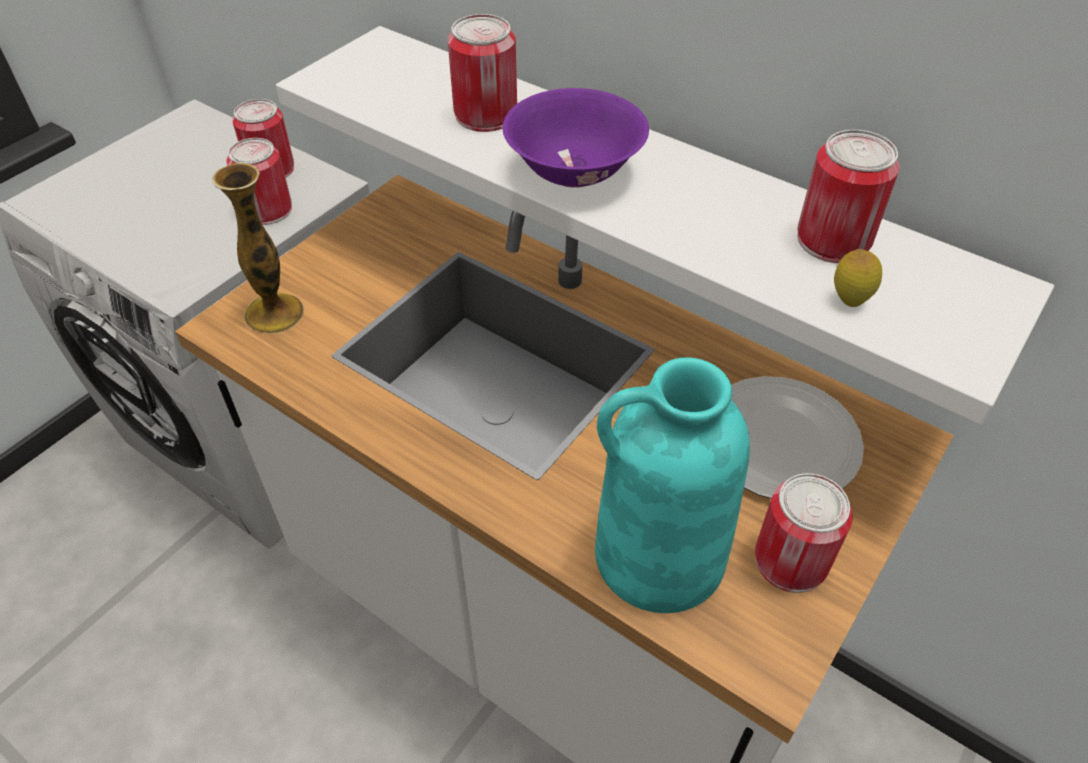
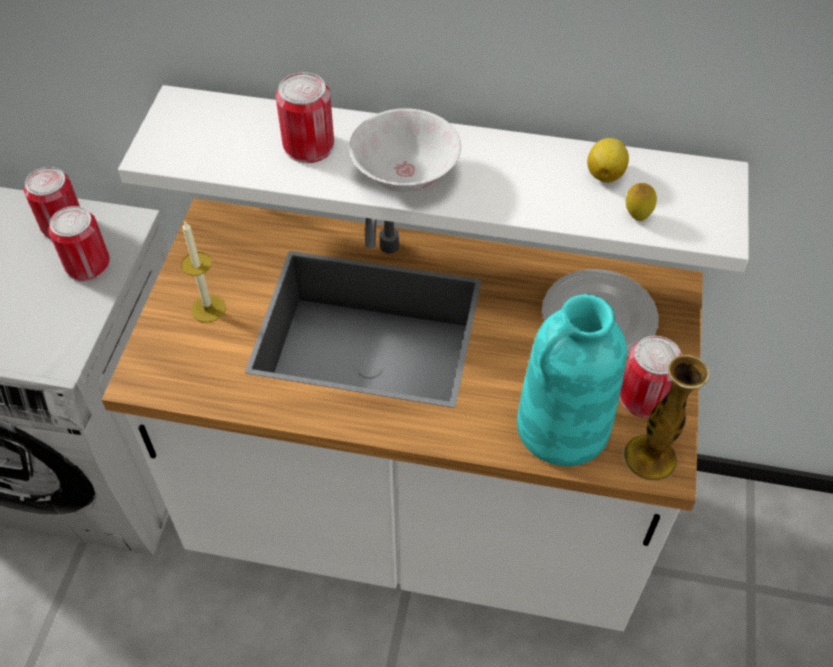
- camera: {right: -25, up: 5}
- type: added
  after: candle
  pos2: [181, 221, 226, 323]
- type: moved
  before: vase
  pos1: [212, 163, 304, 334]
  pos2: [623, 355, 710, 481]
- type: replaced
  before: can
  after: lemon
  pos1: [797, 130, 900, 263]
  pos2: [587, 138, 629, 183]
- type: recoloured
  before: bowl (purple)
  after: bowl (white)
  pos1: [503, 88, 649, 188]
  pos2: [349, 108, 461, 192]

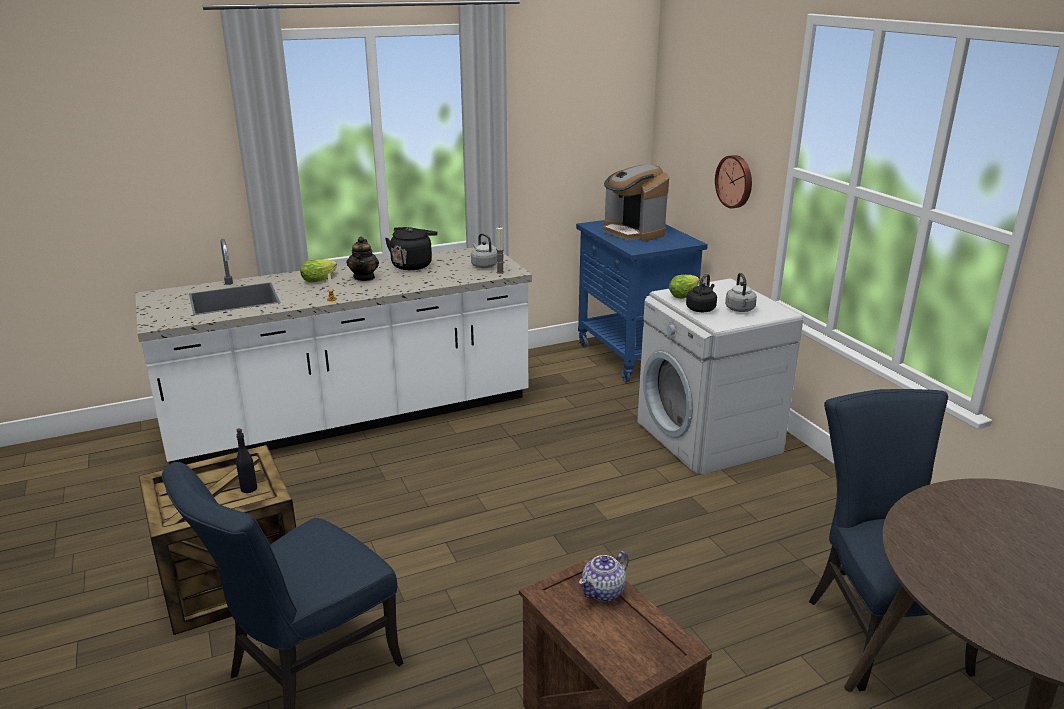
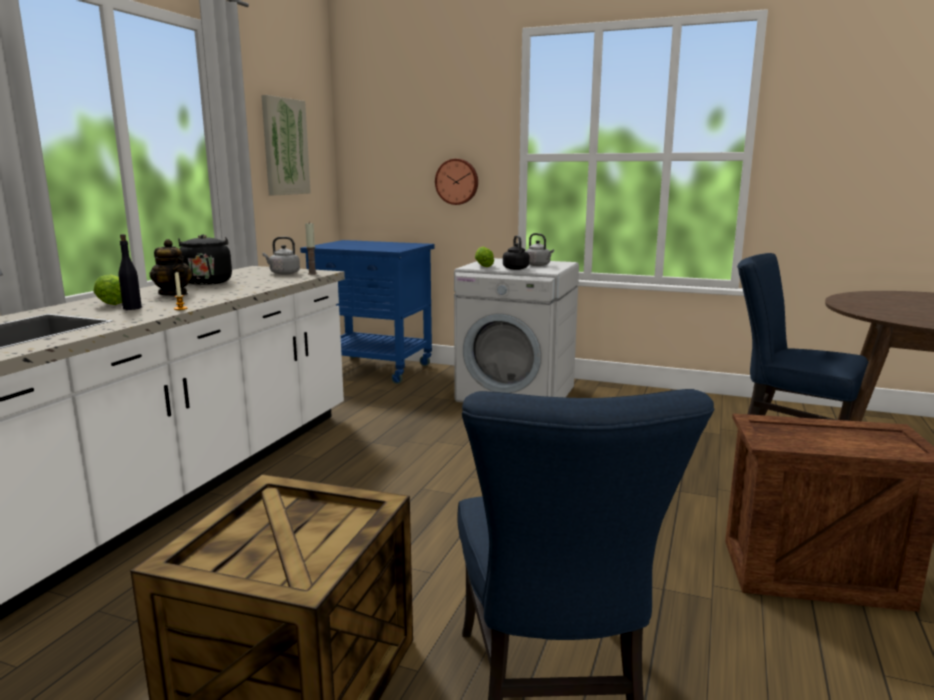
- camera: {right: -45, up: -10}
- type: removed
  before: teapot
  pos1: [579, 551, 629, 602]
- type: removed
  before: coffee machine
  pos1: [603, 164, 669, 242]
- type: added
  after: picture
  pos2: [261, 95, 311, 195]
- type: moved
  before: bottle (black)
  pos1: [236, 428, 257, 493]
  pos2: [119, 234, 142, 310]

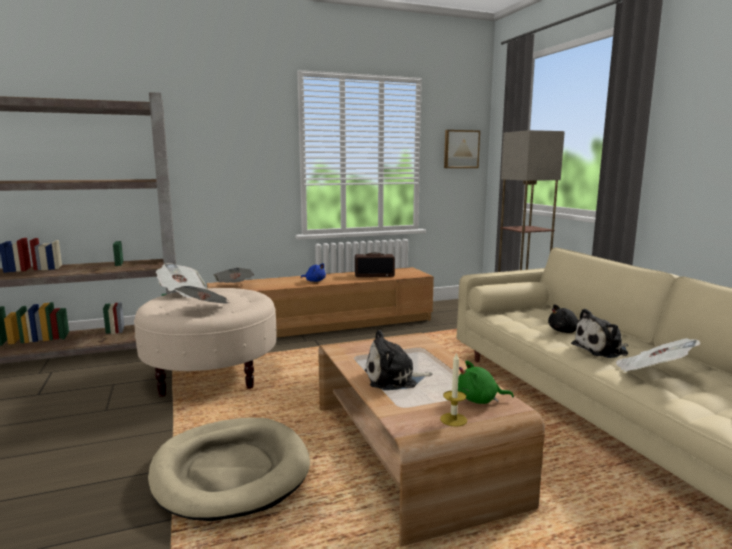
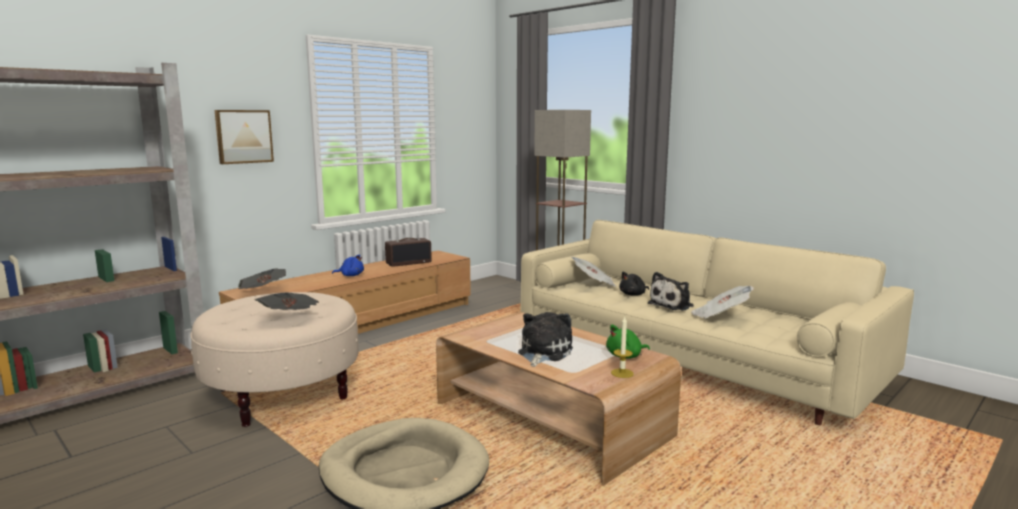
- camera: {right: -25, up: 0}
- type: moved
  before: newspaper
  pos1: [156, 263, 207, 298]
  pos2: [571, 257, 616, 287]
- type: moved
  before: picture
  pos1: [444, 130, 480, 168]
  pos2: [215, 110, 274, 164]
- type: turned
  before: plush toy
  pos1: [365, 330, 432, 390]
  pos2: [518, 312, 573, 367]
  turn: 150

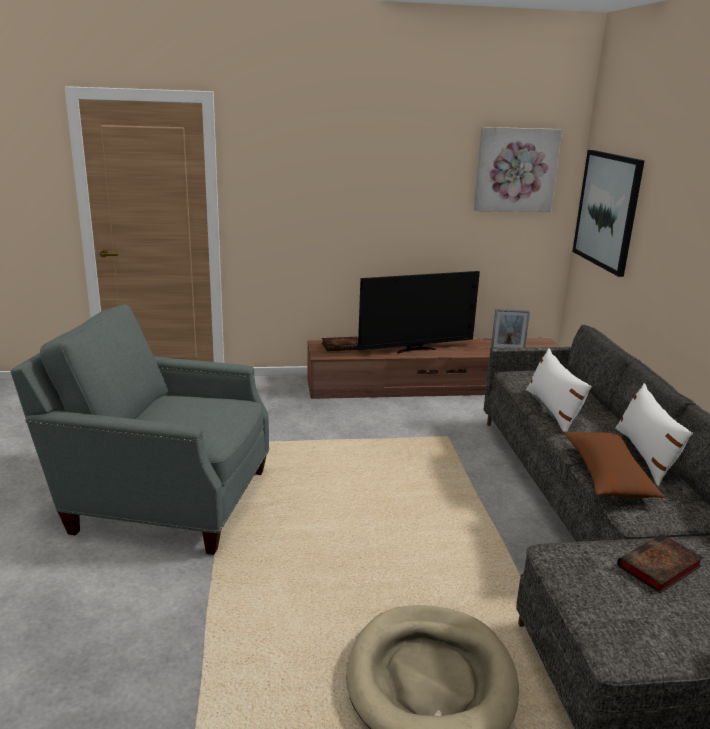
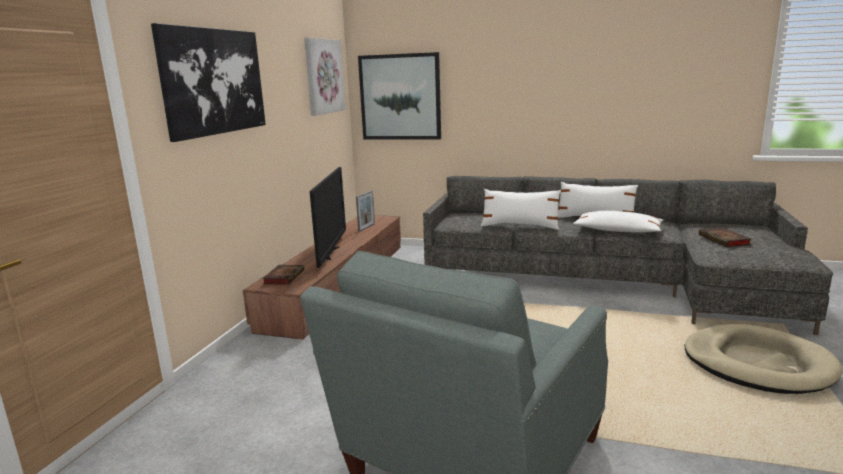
- camera: {right: -65, up: -5}
- type: added
  after: picture
  pos2: [151, 23, 266, 142]
- type: recoloured
  before: pillow (brown)
  after: pillow (white)
  pos1: [563, 431, 665, 498]
  pos2: [573, 211, 663, 233]

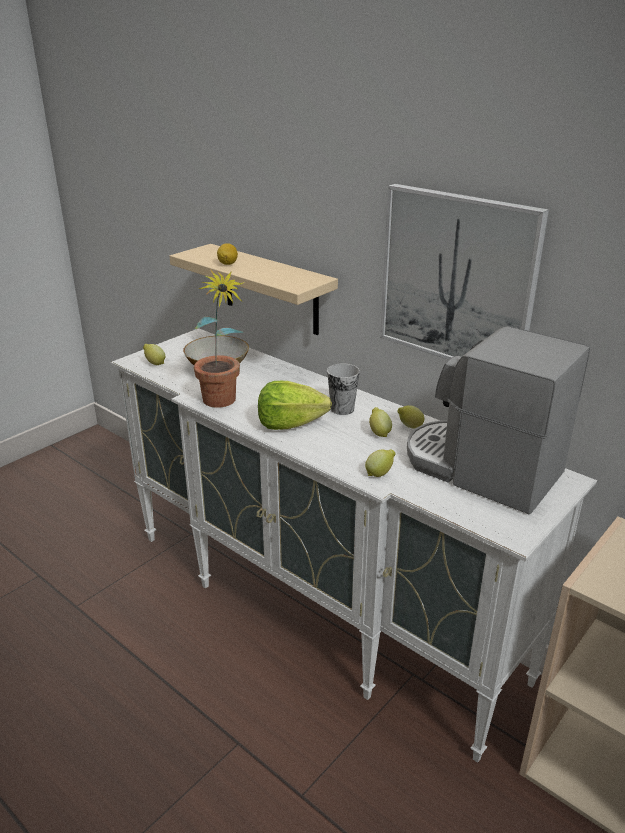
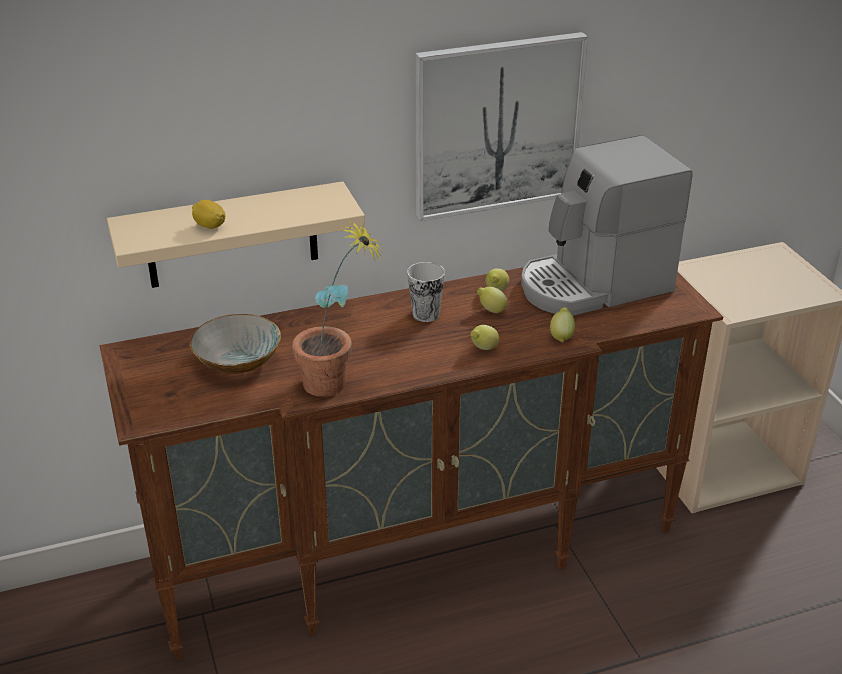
- camera: {right: -60, up: 5}
- type: removed
  before: lettuce
  pos1: [258, 381, 332, 430]
- type: moved
  before: lemon
  pos1: [143, 344, 165, 365]
  pos2: [471, 325, 499, 350]
- type: recoloured
  before: cabinet (white)
  after: cabinet (brown)
  pos1: [111, 328, 597, 763]
  pos2: [99, 267, 723, 660]

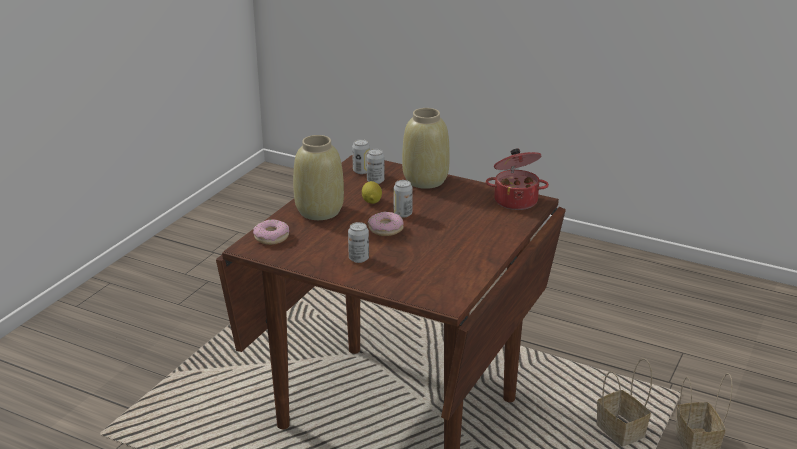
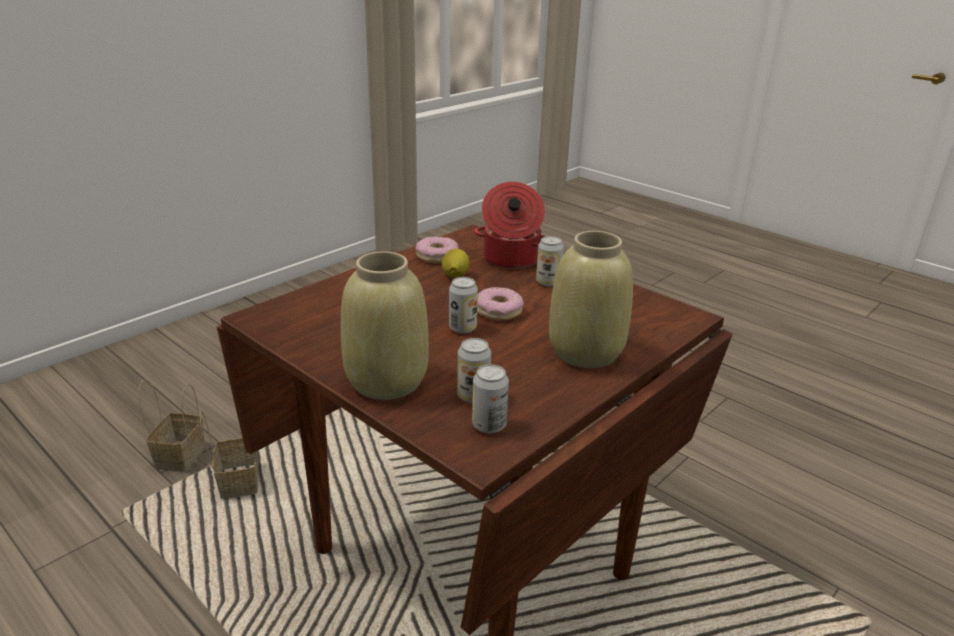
- camera: {right: -165, up: 0}
- type: moved
  before: donut
  pos1: [253, 219, 289, 245]
  pos2: [416, 236, 459, 263]
- type: moved
  before: lemon
  pos1: [362, 181, 382, 204]
  pos2: [442, 249, 469, 278]
- type: moved
  before: cooking pot
  pos1: [486, 149, 549, 210]
  pos2: [474, 182, 546, 269]

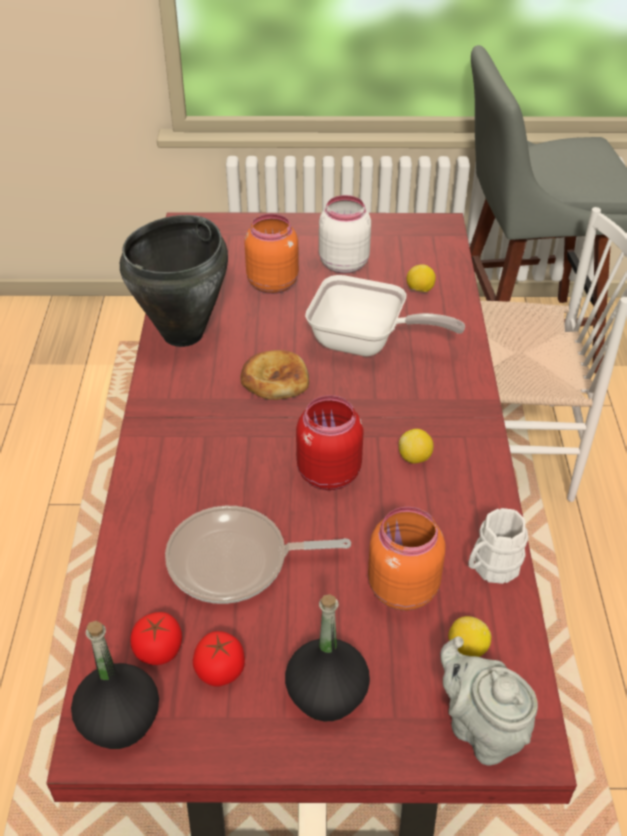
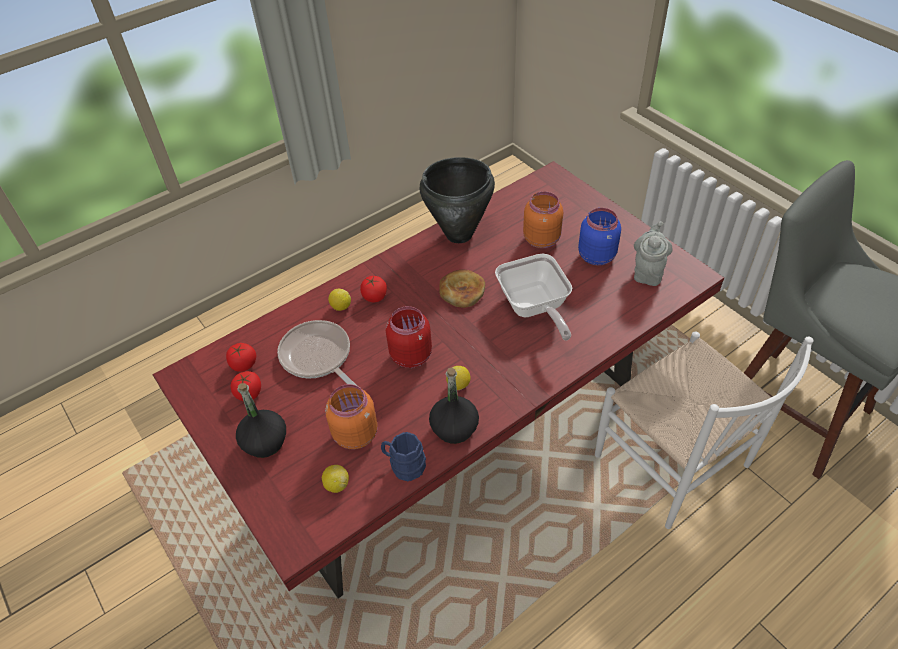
- camera: {right: 55, up: 5}
- type: added
  after: tomato
  pos2: [360, 276, 387, 303]
- type: moved
  before: bottle (black)
  pos1: [71, 621, 159, 749]
  pos2: [429, 367, 479, 444]
- type: moved
  before: lemon
  pos1: [407, 264, 436, 292]
  pos2: [328, 289, 351, 311]
- type: moved
  before: teapot (grey)
  pos1: [440, 636, 538, 765]
  pos2: [634, 221, 673, 286]
- type: recoloured
  before: jar (white)
  after: jar (blue)
  pos1: [319, 195, 371, 274]
  pos2: [578, 208, 621, 266]
- type: recoloured
  before: mug (white)
  after: mug (blue)
  pos1: [468, 508, 528, 584]
  pos2: [381, 432, 426, 481]

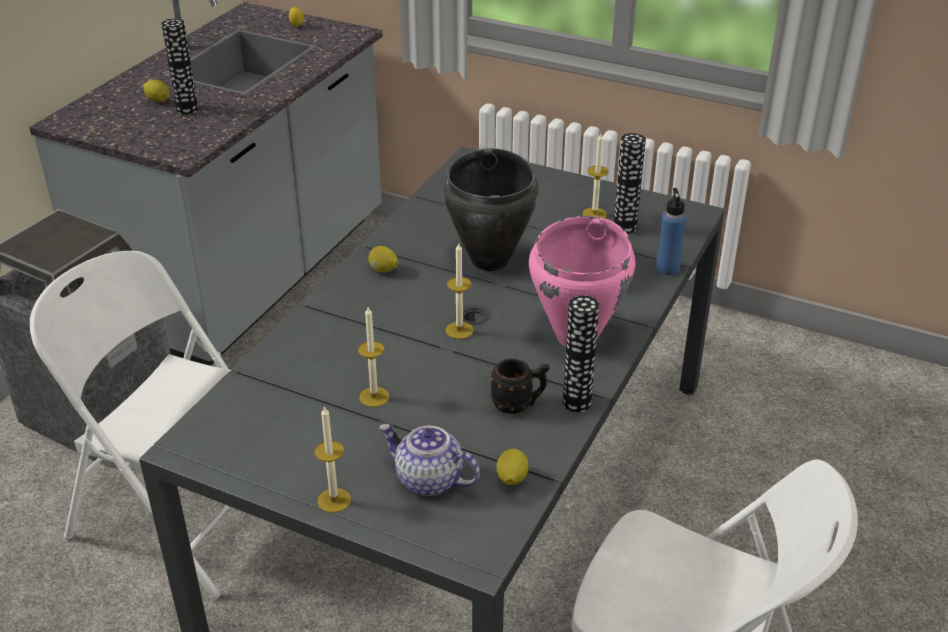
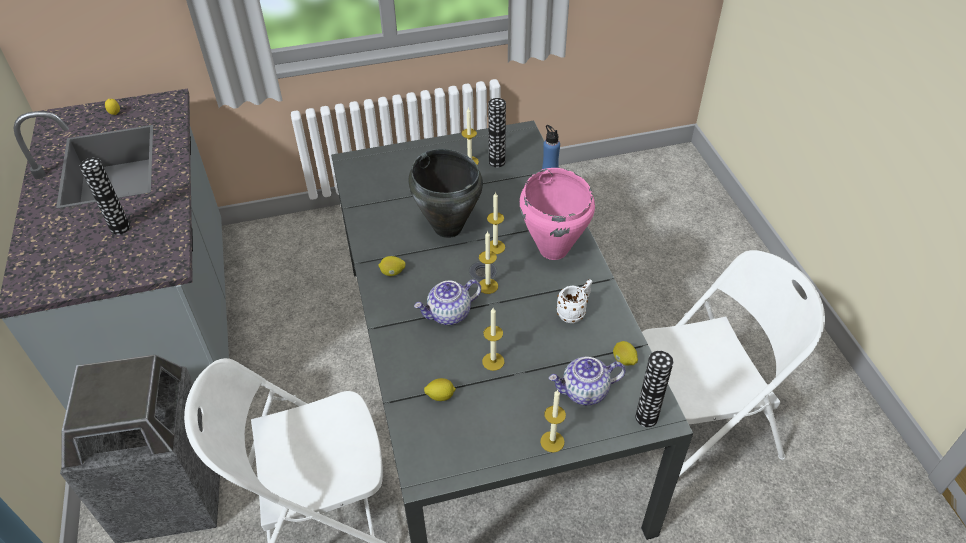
- camera: {right: -40, up: 10}
- type: added
  after: teapot
  pos2: [414, 279, 481, 325]
- type: added
  after: candle
  pos2: [487, 192, 505, 254]
- type: moved
  before: lemon
  pos1: [143, 80, 169, 102]
  pos2: [424, 378, 456, 401]
- type: moved
  before: vase
  pos1: [563, 295, 599, 412]
  pos2: [635, 351, 673, 427]
- type: recoloured
  before: mug (black)
  after: mug (white)
  pos1: [491, 359, 549, 414]
  pos2: [557, 279, 592, 323]

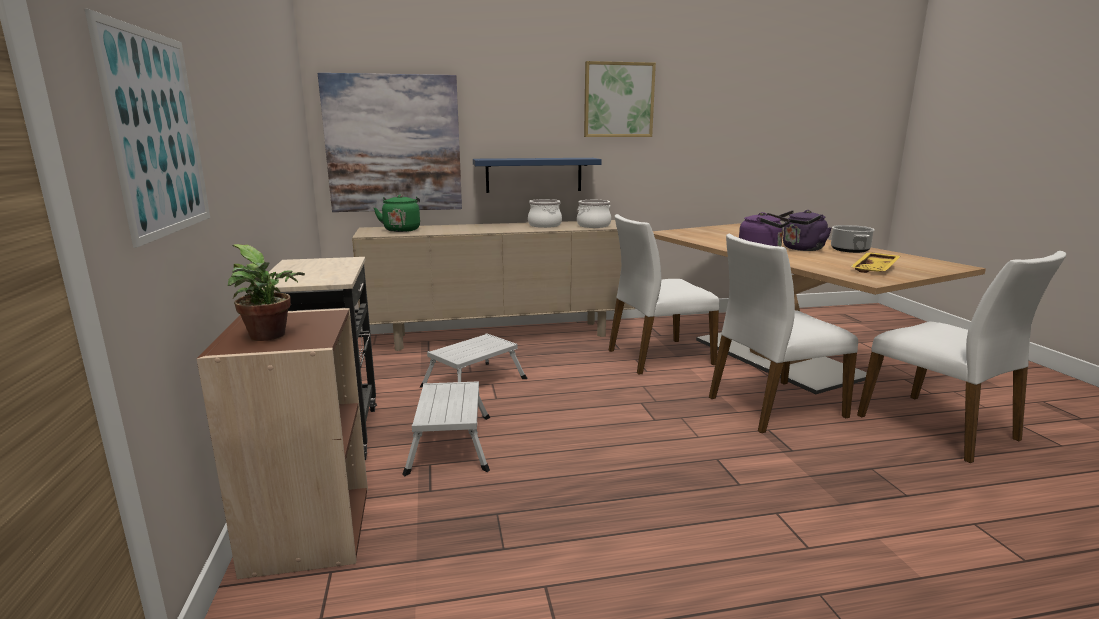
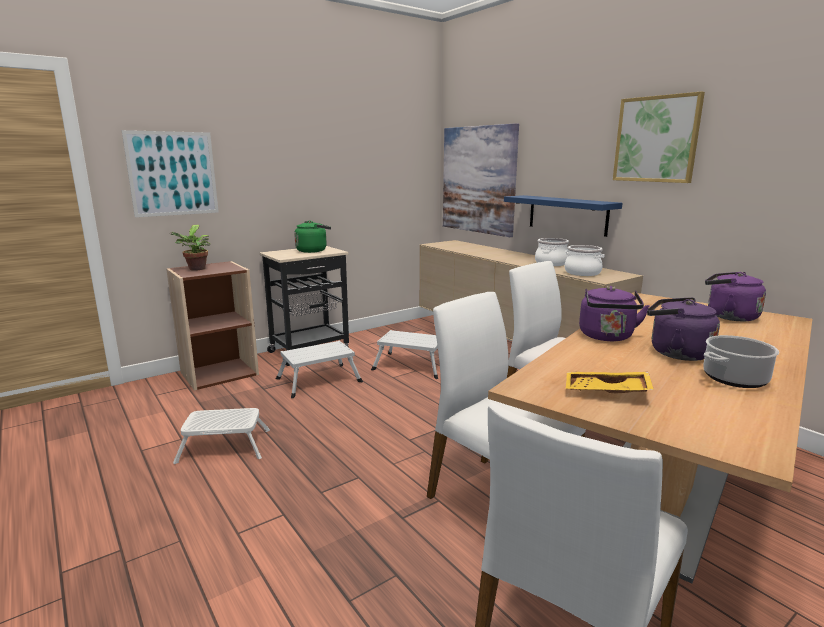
- camera: {right: 65, up: 0}
- type: added
  after: step ladder (white)
  pos2: [173, 408, 270, 464]
- type: added
  after: kettle (purple)
  pos2: [705, 272, 766, 321]
- type: moved
  before: kettle (green)
  pos1: [374, 195, 420, 232]
  pos2: [294, 221, 331, 253]

